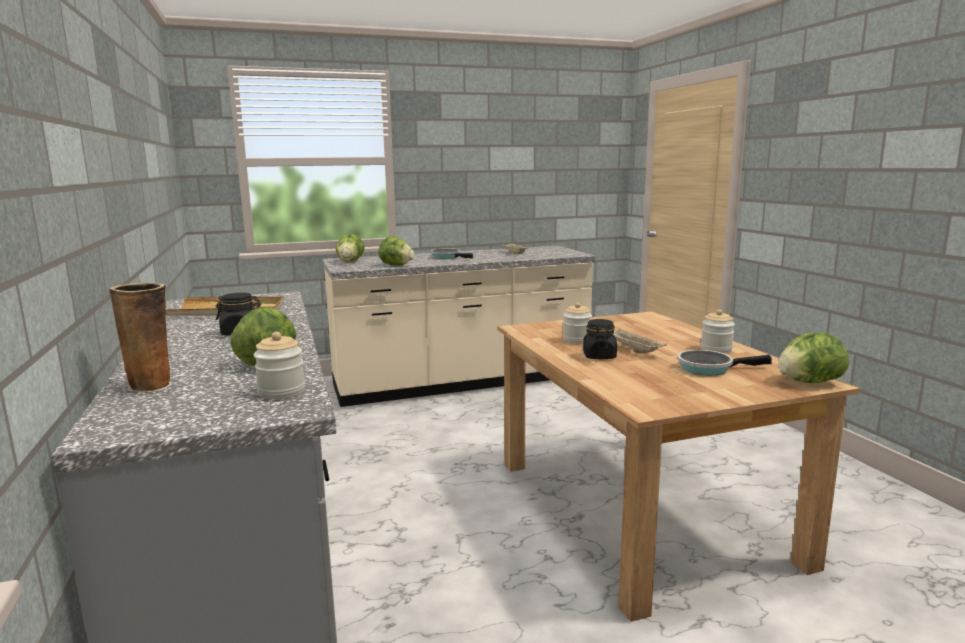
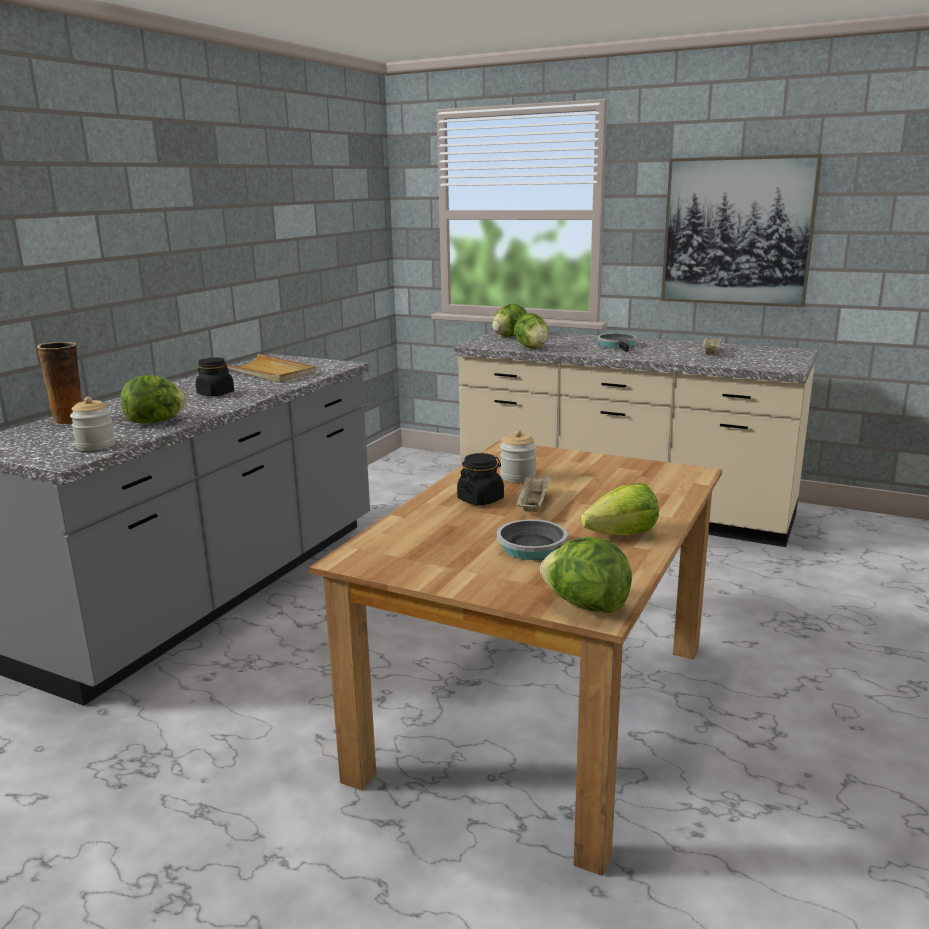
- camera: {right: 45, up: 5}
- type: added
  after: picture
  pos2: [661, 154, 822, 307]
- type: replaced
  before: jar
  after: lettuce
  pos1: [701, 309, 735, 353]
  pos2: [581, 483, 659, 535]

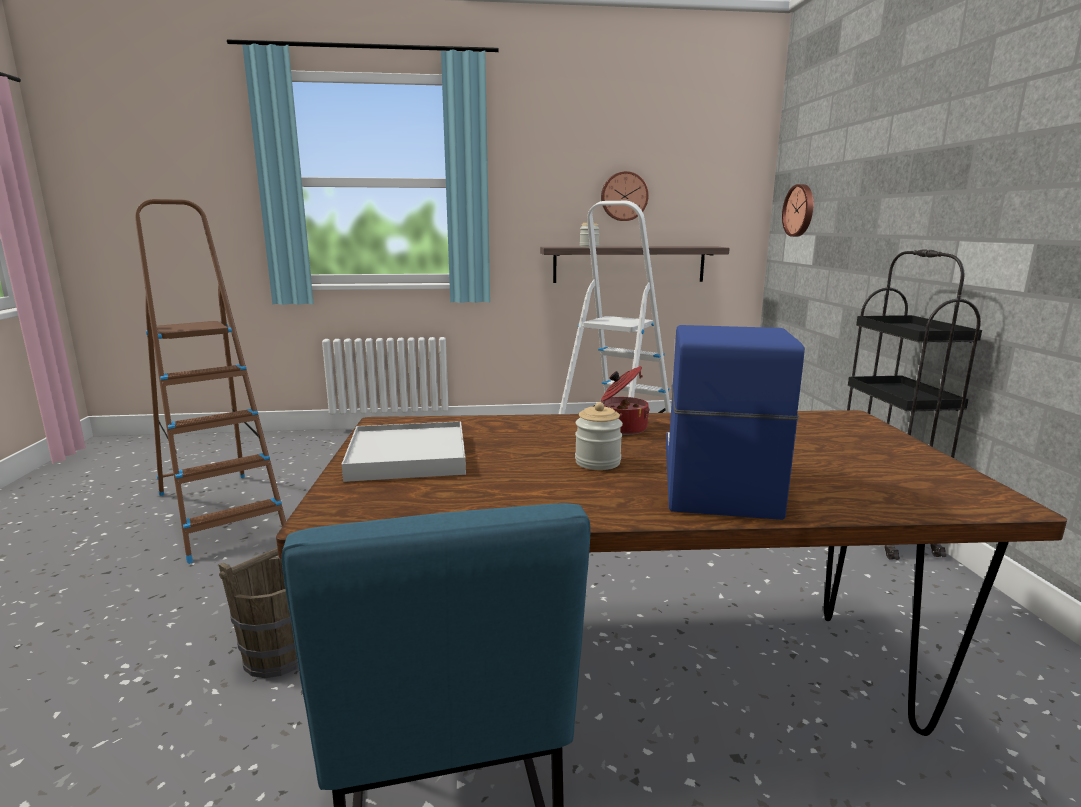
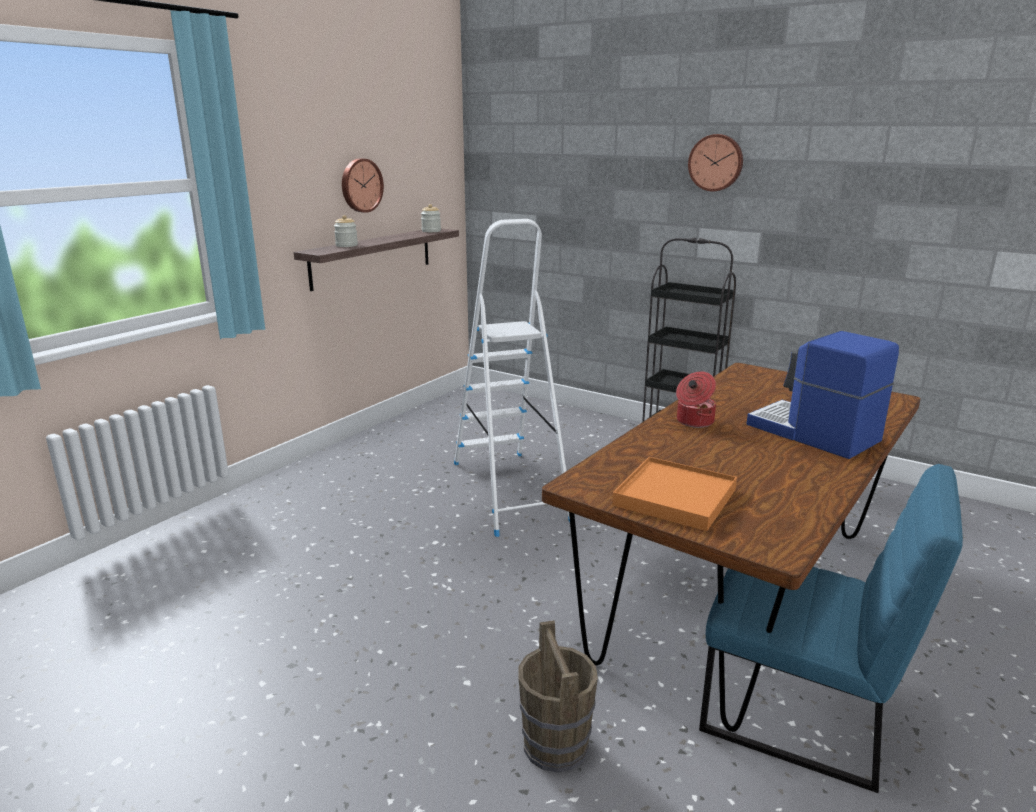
- camera: {right: -50, up: 5}
- type: removed
  before: step ladder (brown)
  pos1: [135, 199, 286, 564]
- type: moved
  before: jar
  pos1: [575, 402, 623, 470]
  pos2: [421, 204, 441, 232]
- type: moved
  before: wall clock
  pos1: [782, 184, 813, 237]
  pos2: [688, 134, 743, 191]
- type: recoloured
  before: tray (white)
  after: tray (orange)
  pos1: [342, 421, 466, 482]
  pos2: [612, 457, 737, 531]

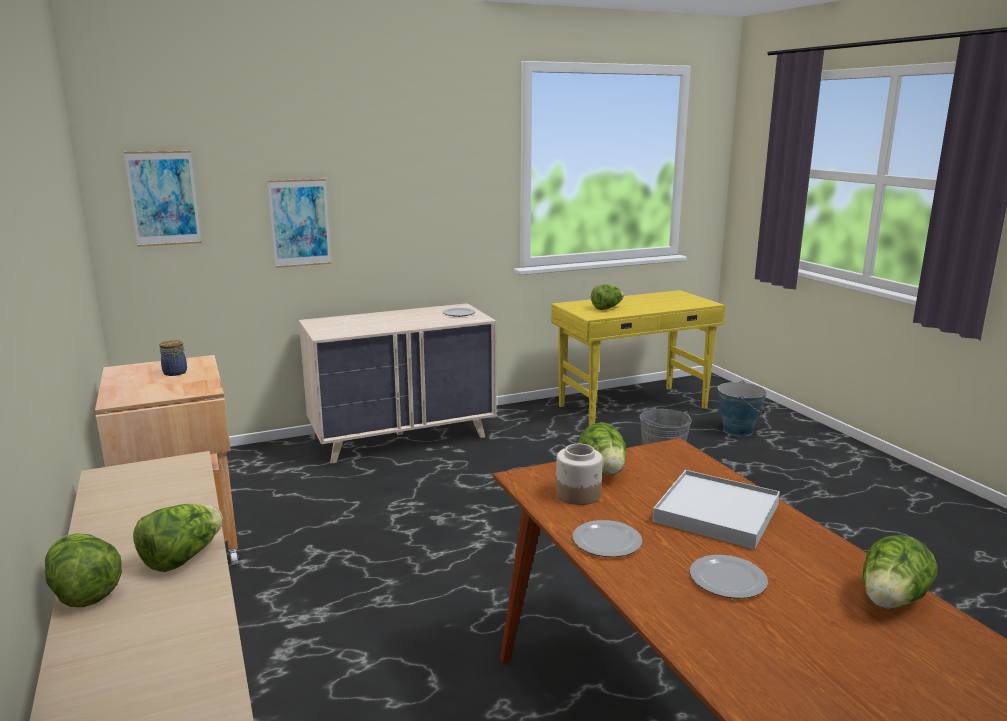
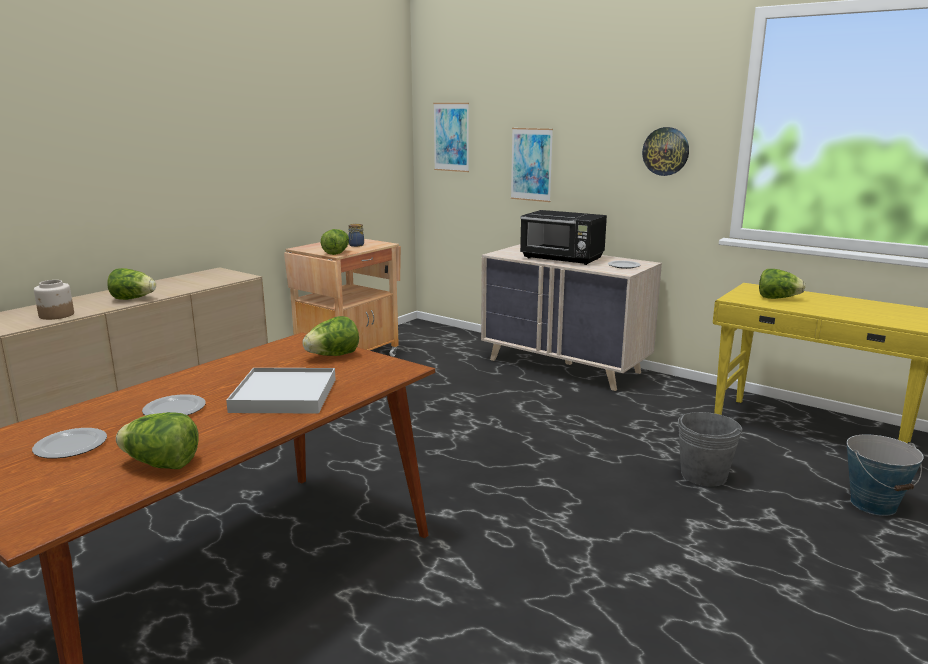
- camera: {right: 60, up: 0}
- type: added
  after: microwave (black)
  pos2: [520, 210, 607, 265]
- type: added
  after: wall clock
  pos2: [642, 127, 689, 176]
- type: moved
  before: lettuce
  pos1: [45, 533, 122, 607]
  pos2: [321, 229, 349, 255]
- type: moved
  before: jar
  pos1: [556, 444, 603, 505]
  pos2: [34, 280, 74, 320]
- type: moved
  before: plate
  pos1: [573, 520, 642, 557]
  pos2: [32, 428, 107, 459]

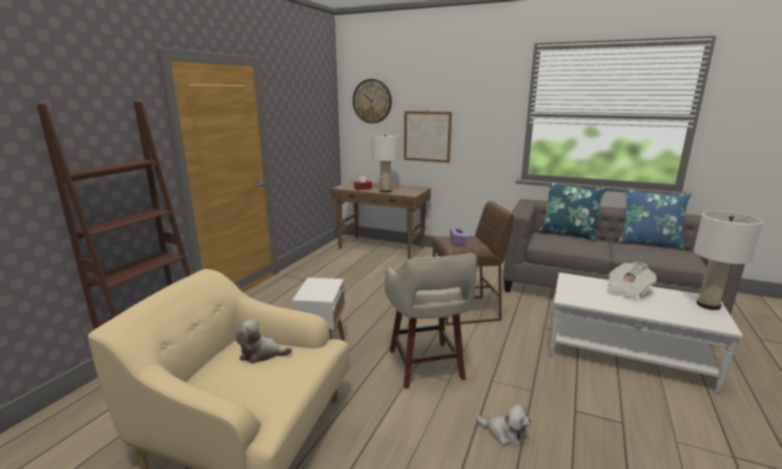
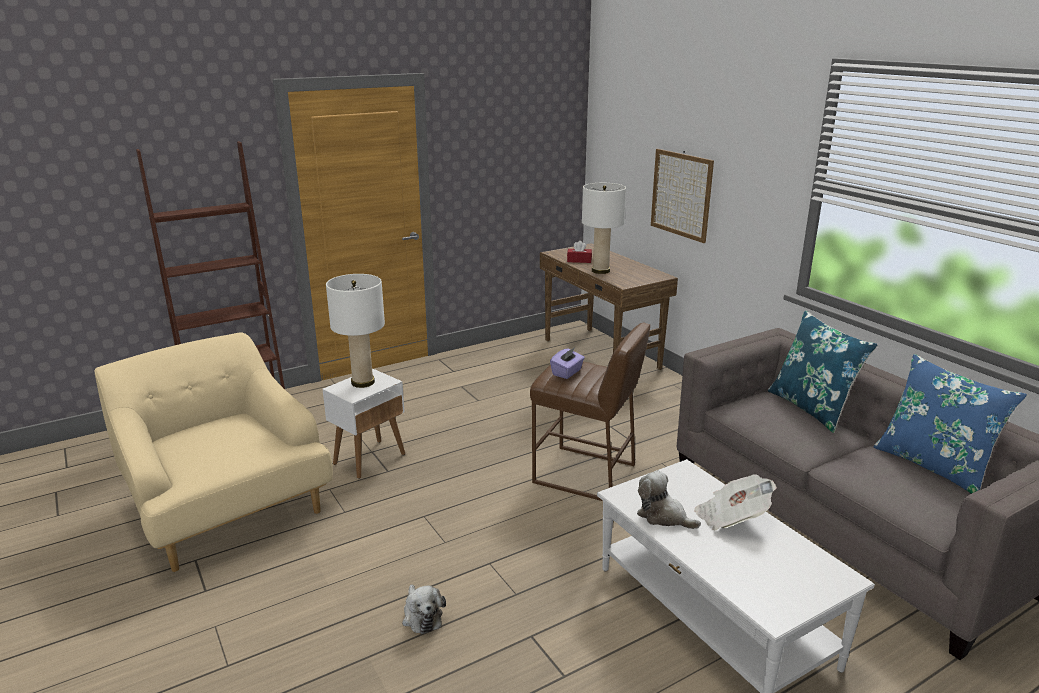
- camera: {right: 35, up: 5}
- type: removed
  before: wall clock
  pos1: [353, 79, 392, 123]
- type: removed
  before: stool (beige)
  pos1: [385, 253, 477, 389]
- type: moved
  before: plush toy
  pos1: [236, 320, 292, 363]
  pos2: [637, 471, 701, 529]
- type: moved
  before: table lamp (white)
  pos1: [694, 211, 763, 310]
  pos2: [326, 274, 385, 388]

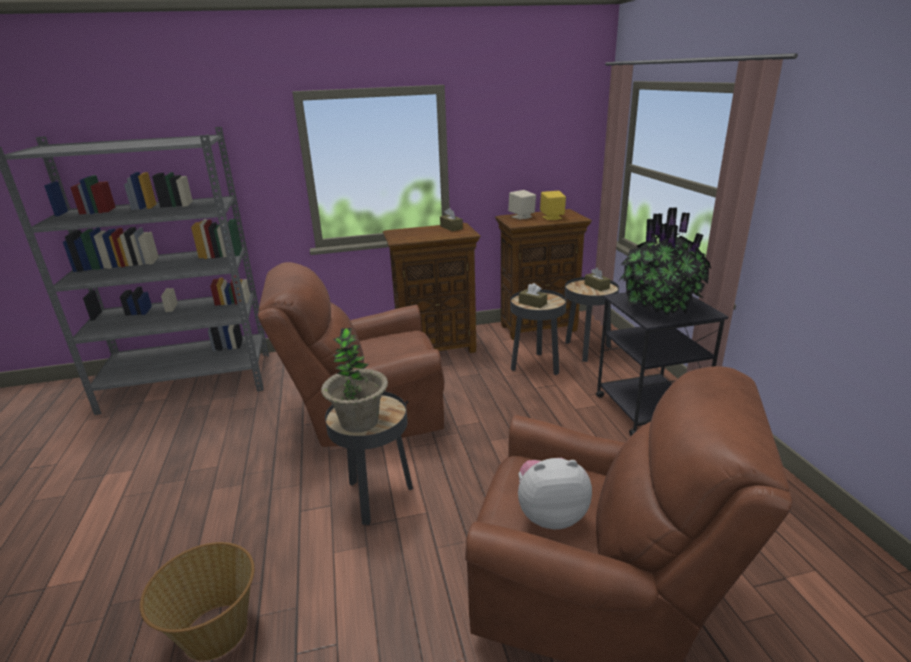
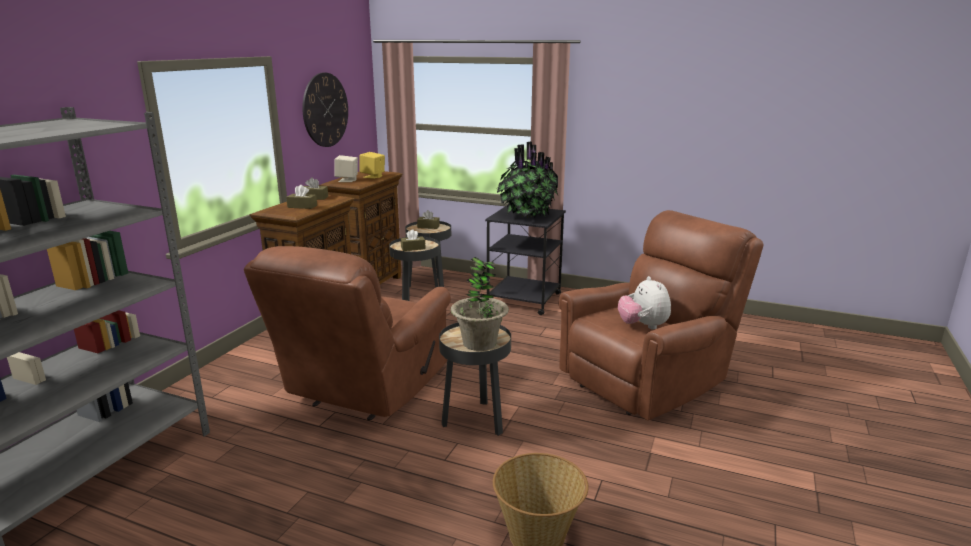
- camera: {right: -55, up: -5}
- type: added
  after: tissue box (brown)
  pos2: [286, 185, 317, 209]
- type: added
  after: wall clock
  pos2: [302, 72, 348, 147]
- type: turned
  before: plush toy
  pos1: [518, 458, 592, 529]
  pos2: [618, 276, 671, 330]
  turn: -45

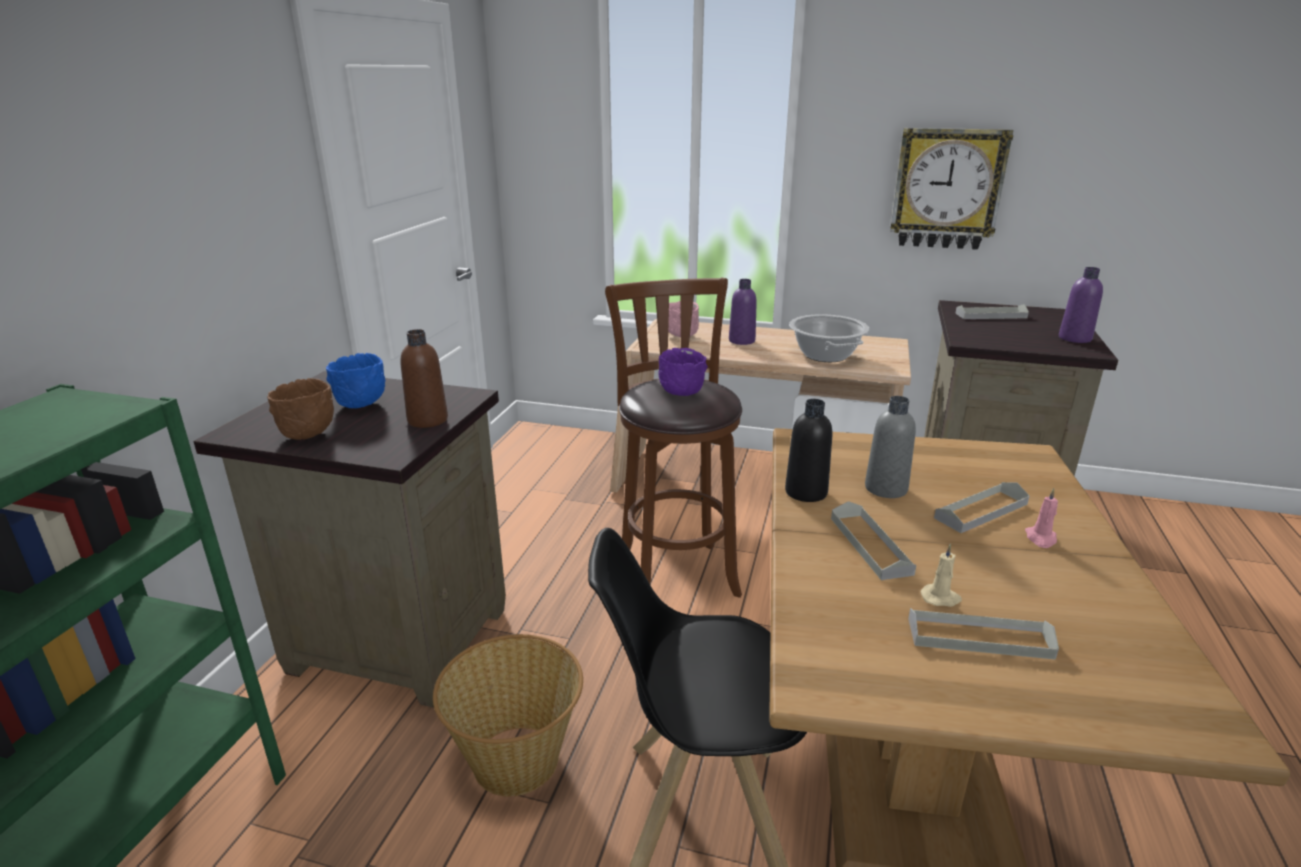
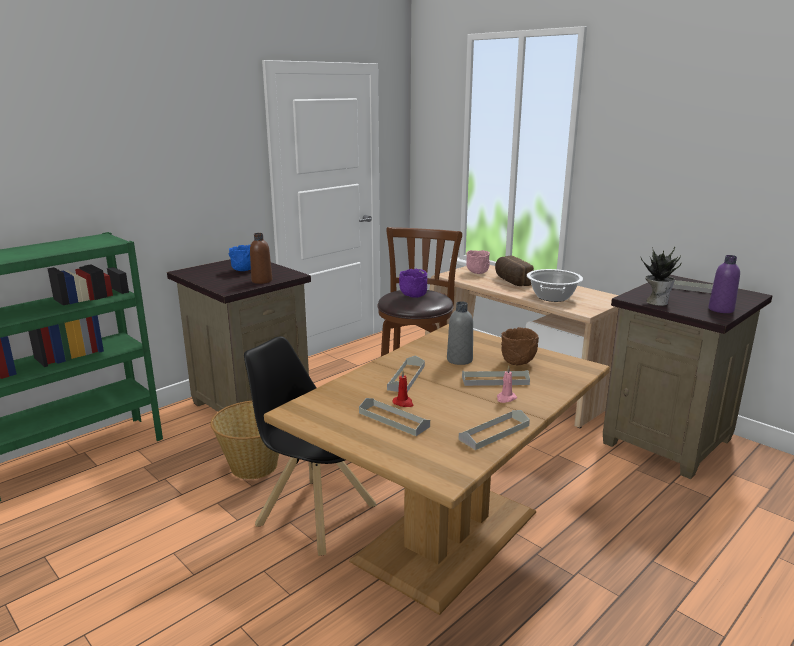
- camera: {right: 30, up: -5}
- type: removed
  before: bottle (black)
  pos1: [785, 399, 832, 502]
- type: removed
  before: wall clock
  pos1: [890, 128, 1013, 250]
- type: added
  after: tray (grey)
  pos2: [458, 410, 530, 450]
- type: added
  after: potted plant
  pos2: [641, 247, 681, 306]
- type: moved
  before: bowl (brown)
  pos1: [267, 378, 334, 440]
  pos2: [501, 327, 539, 365]
- type: replaced
  before: bottle (purple)
  after: bread
  pos1: [729, 279, 757, 345]
  pos2: [495, 255, 534, 286]
- type: recoloured
  before: candle (beige)
  after: candle (red)
  pos1: [921, 544, 962, 607]
  pos2: [392, 371, 414, 407]

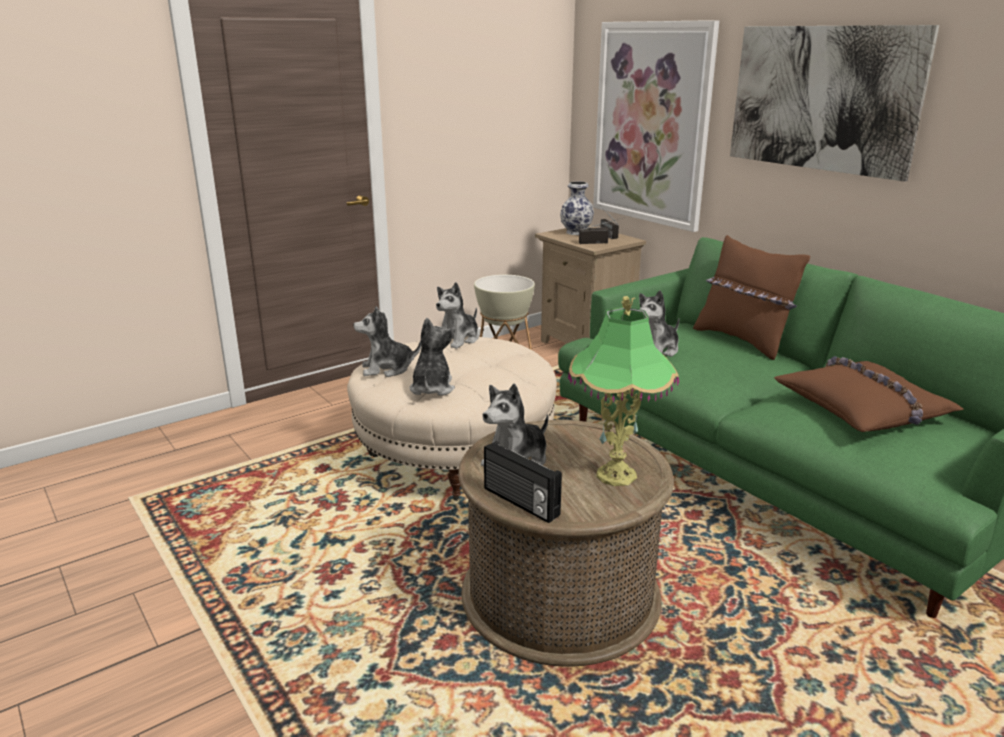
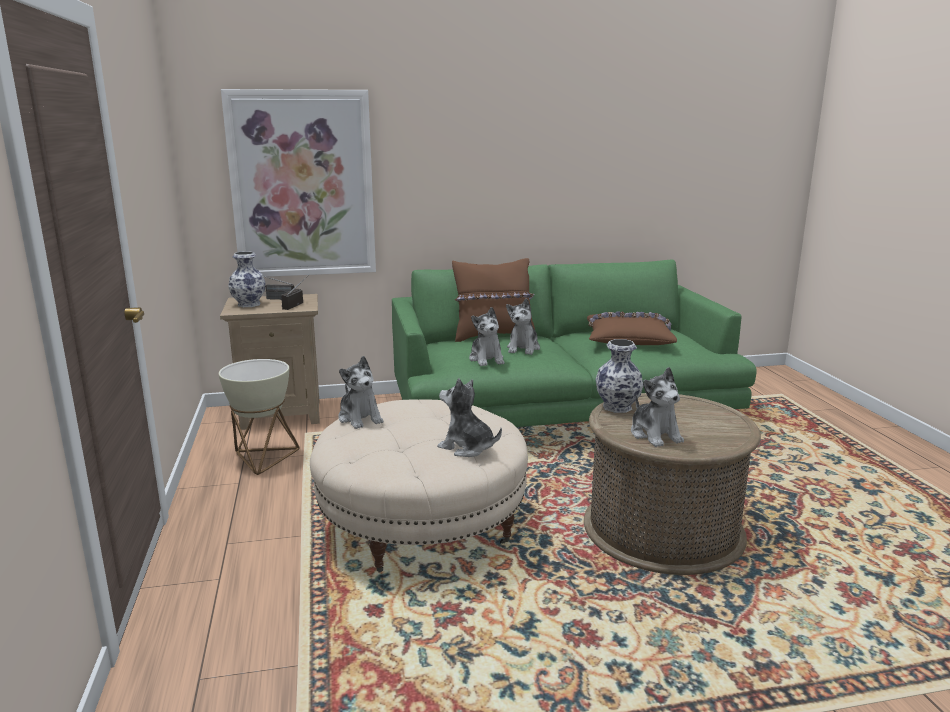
- camera: {right: -65, up: -5}
- type: removed
  before: radio
  pos1: [484, 441, 562, 523]
- type: removed
  before: table lamp
  pos1: [568, 296, 679, 486]
- type: removed
  before: picture
  pos1: [730, 25, 939, 182]
- type: added
  after: vase
  pos2: [596, 339, 643, 413]
- type: moved
  before: plush toy
  pos1: [353, 306, 421, 377]
  pos2: [506, 298, 540, 355]

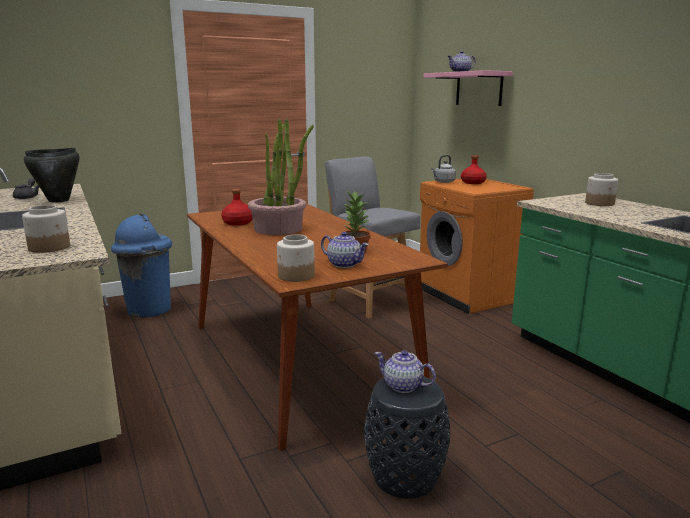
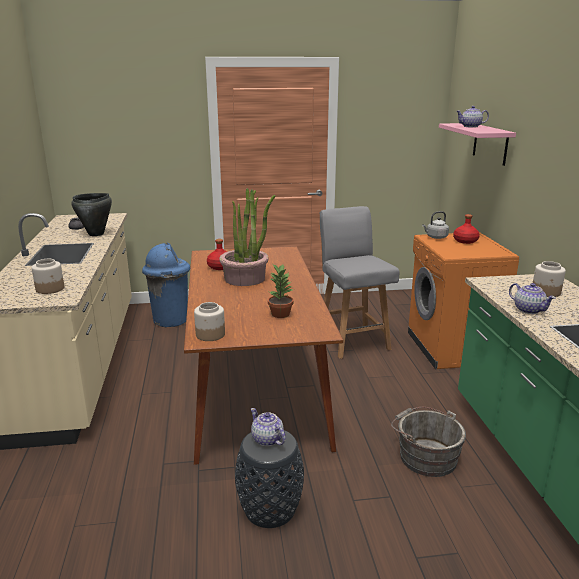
- camera: {right: 20, up: 5}
- type: added
  after: bucket (grey)
  pos2: [391, 407, 466, 477]
- type: moved
  before: teapot
  pos1: [321, 232, 369, 268]
  pos2: [509, 283, 556, 314]

